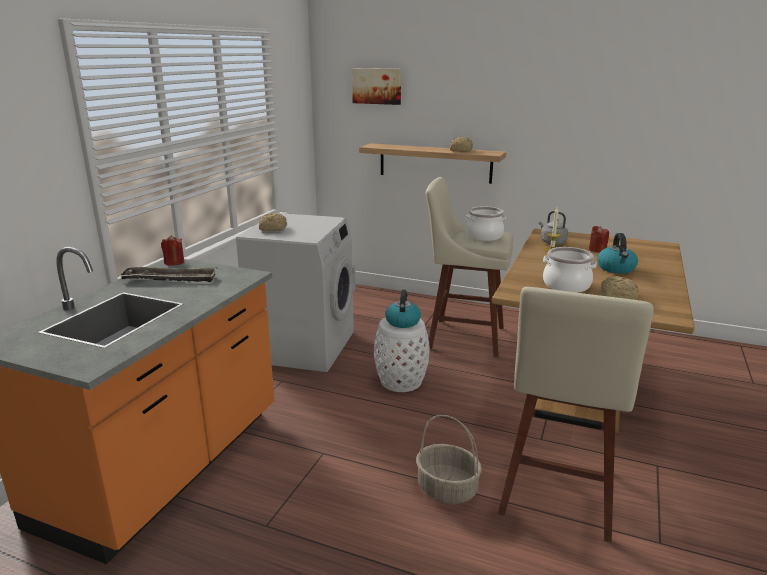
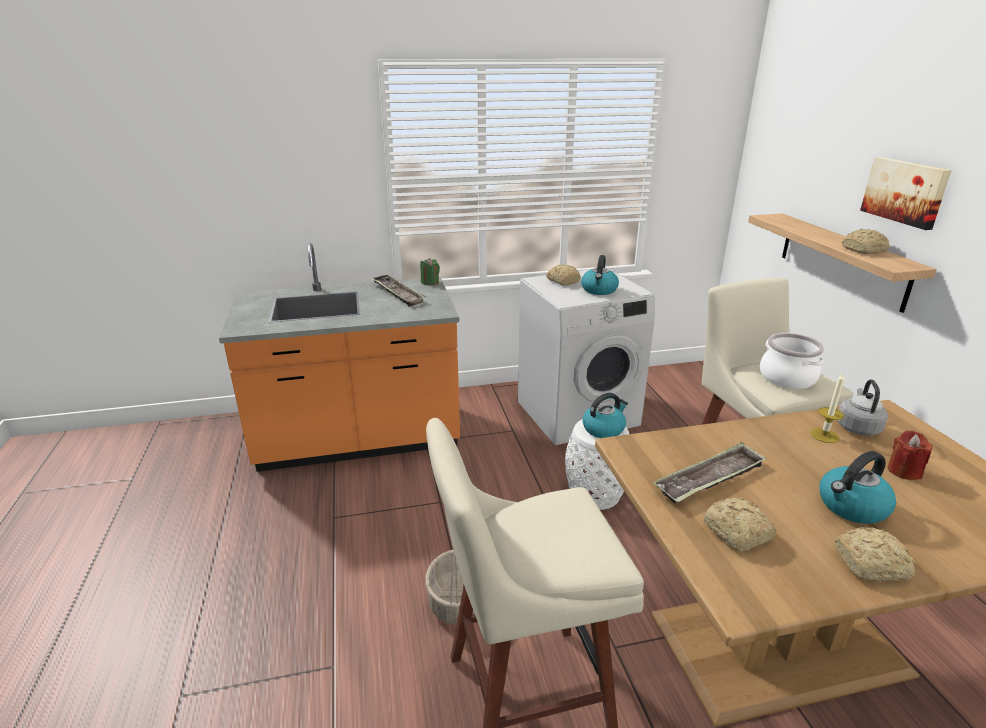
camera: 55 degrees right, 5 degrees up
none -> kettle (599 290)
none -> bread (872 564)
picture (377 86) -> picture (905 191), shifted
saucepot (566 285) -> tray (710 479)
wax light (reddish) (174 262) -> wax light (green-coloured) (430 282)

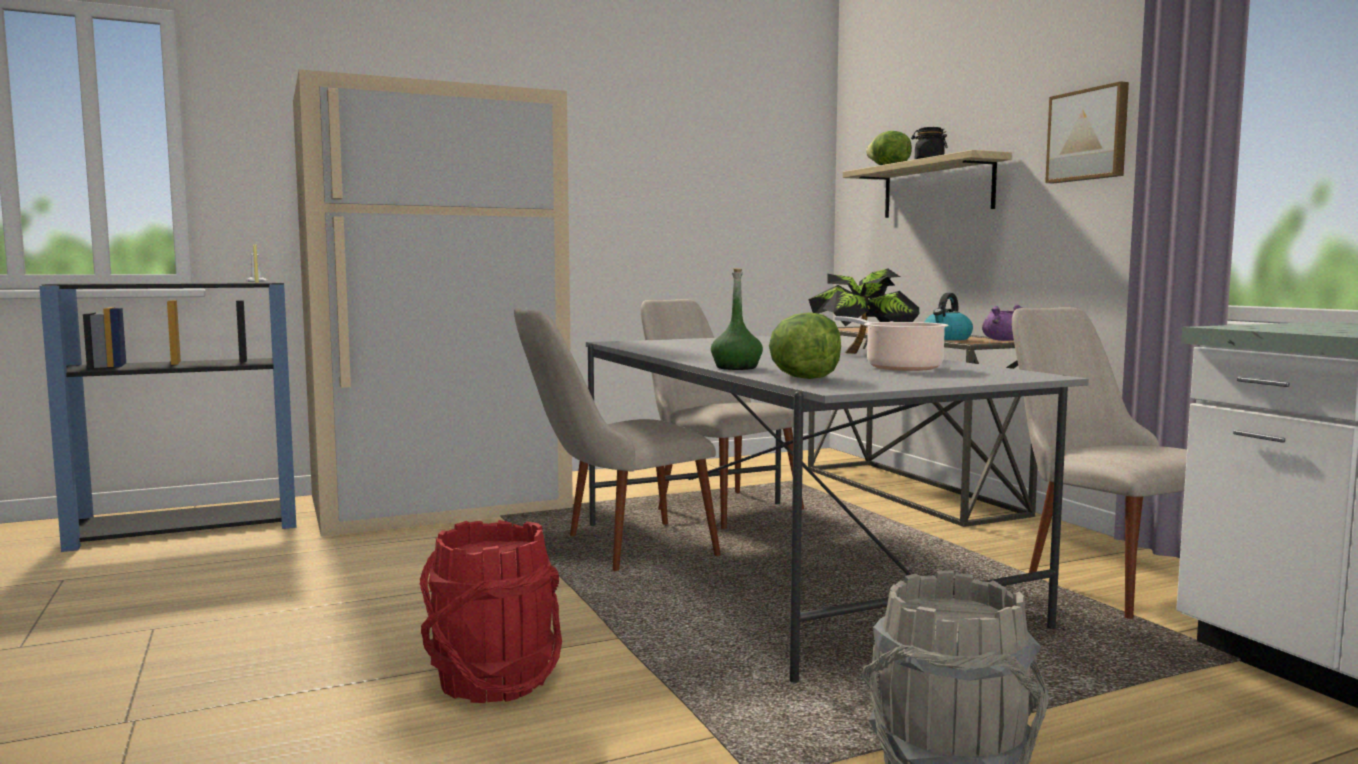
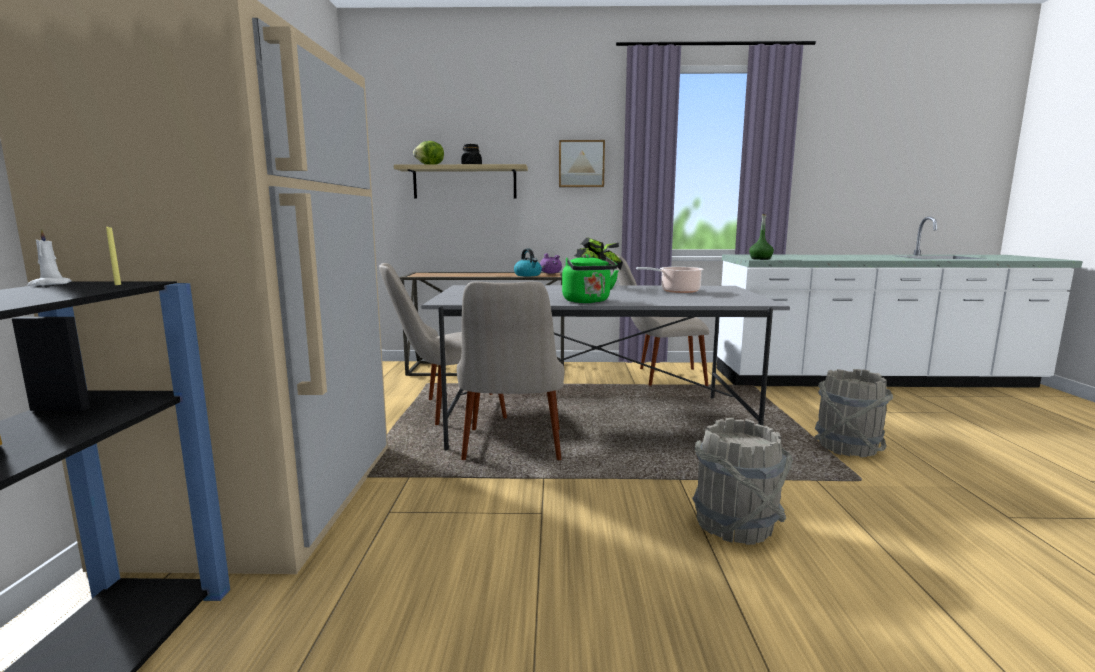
camera: 65 degrees left, 5 degrees up
lettuce (804 378) -> none
none -> kettle (green-coloured) (588 301)
bottle (green-coloured) (736 368) -> bottle (green-coloured) (760 259), shifted
pail (reddish) (493 680) -> pail (greyish) (735 526)

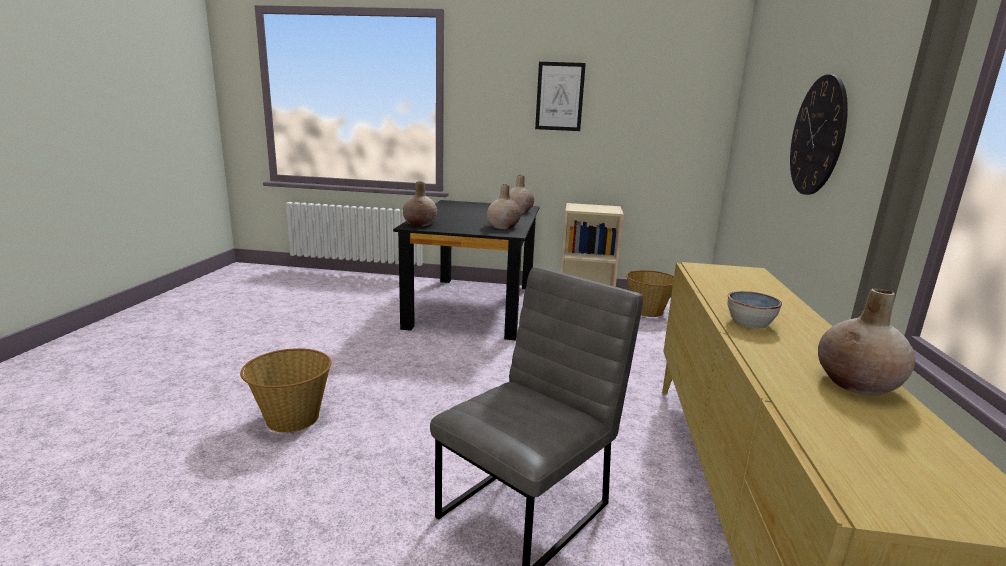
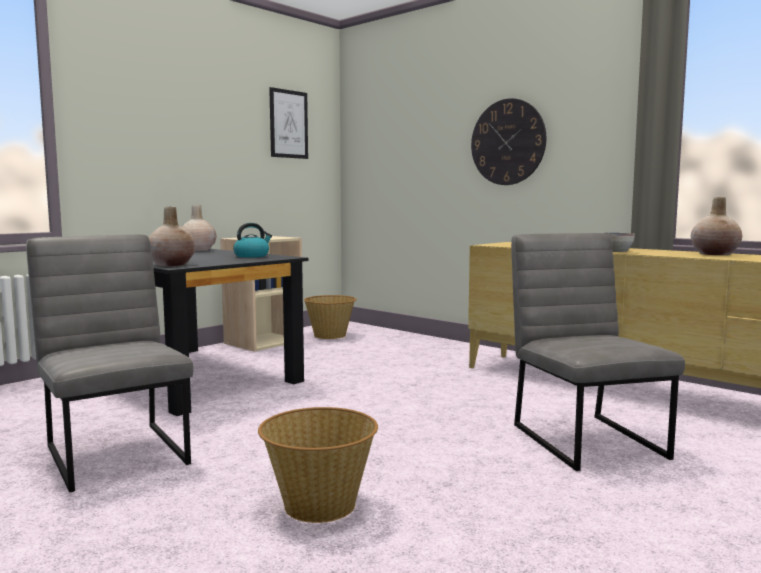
camera: 55 degrees left, 10 degrees down
none -> chair (greyish) (117 453)
picture (559 96) -> picture (288 124), shifted
vase (sand-coloured) (503 227) -> kettle (252 256)

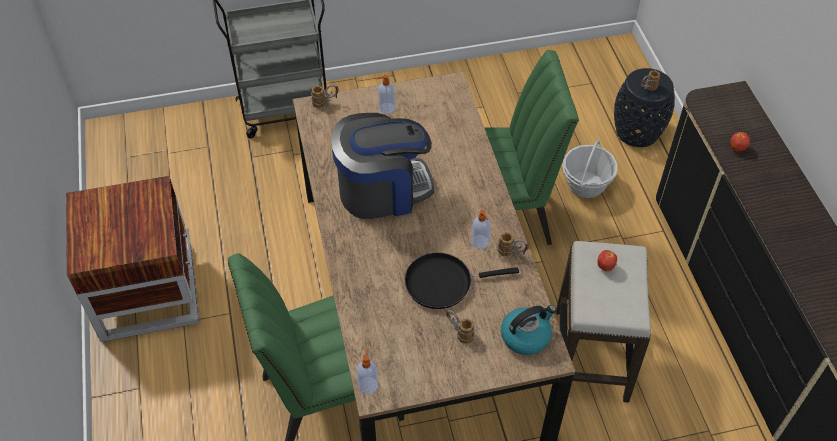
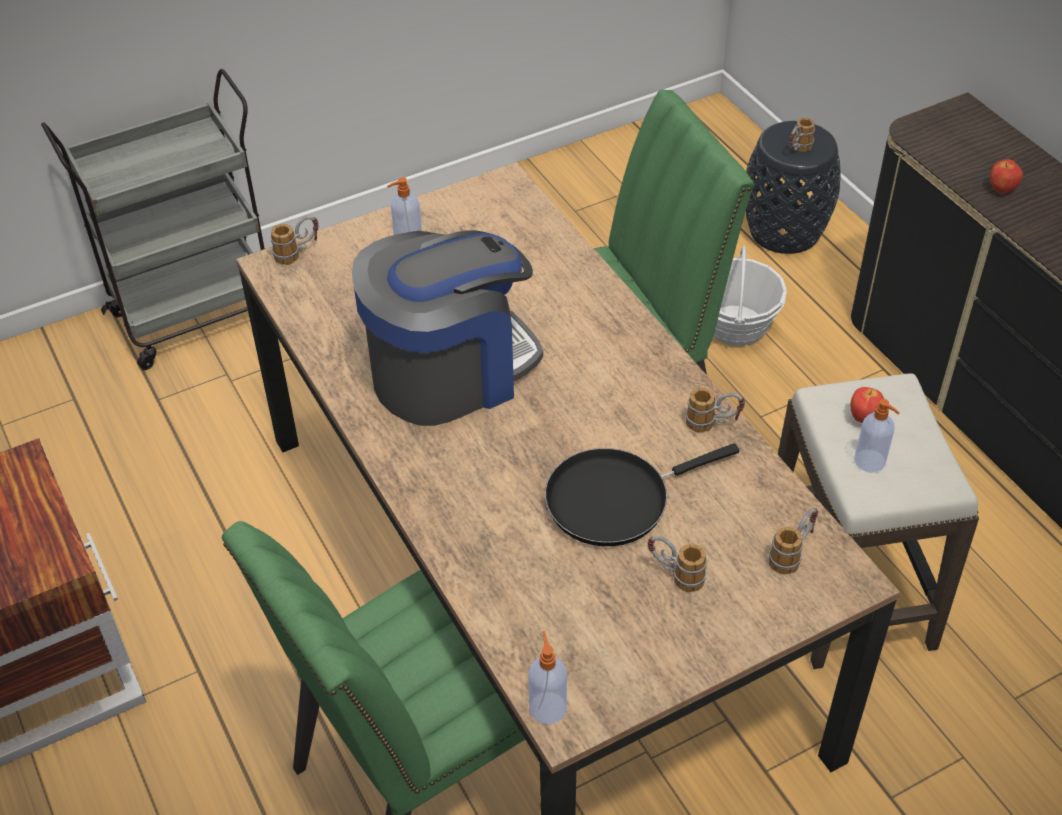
camera: 15 degrees left, 5 degrees down
soap bottle (480 242) -> soap bottle (870 462), shifted
kettle (526 336) -> coffee mug (792 554)

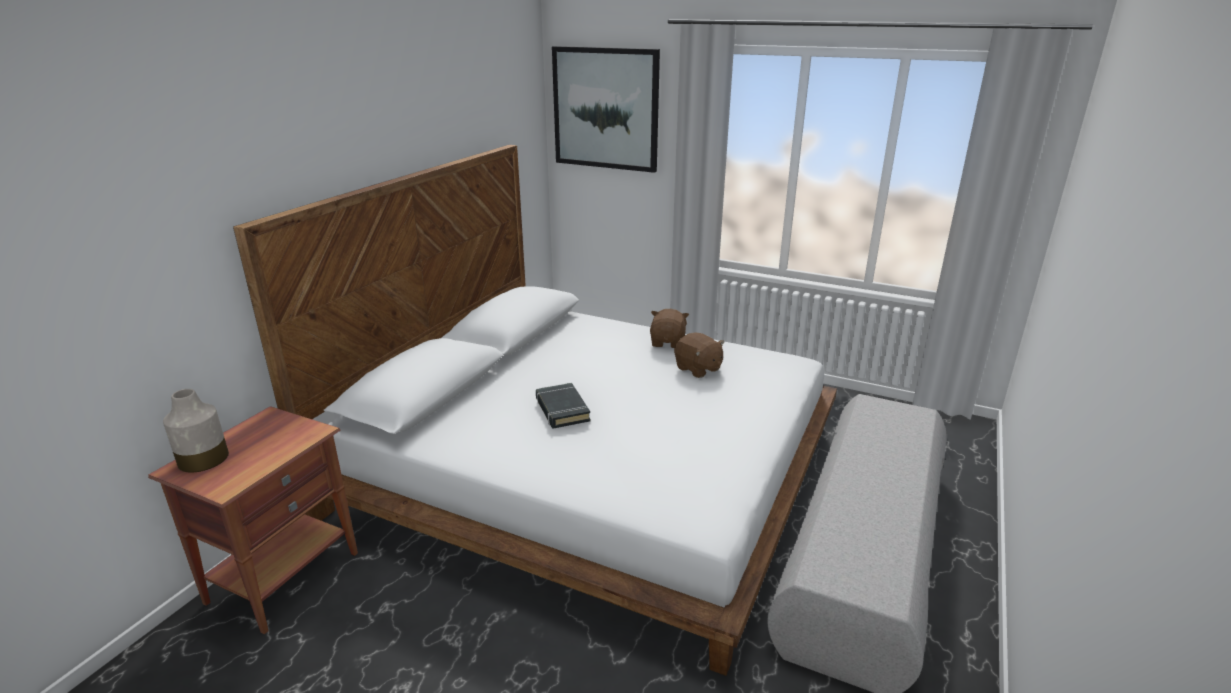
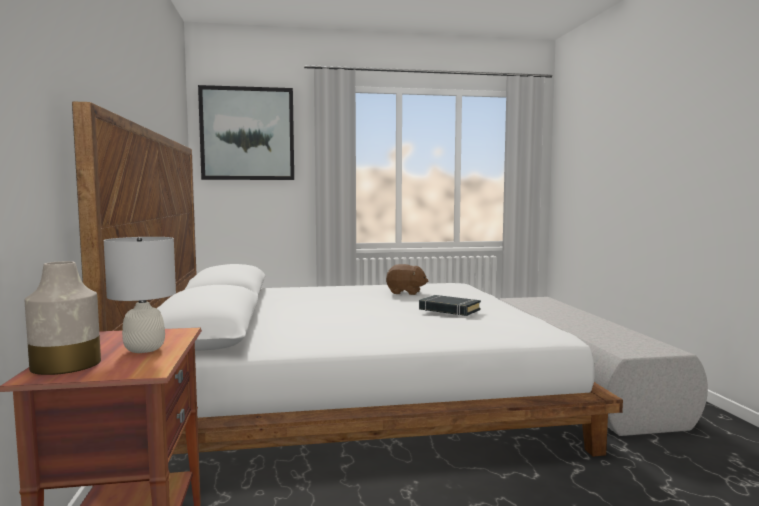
camera: 35 degrees left, 20 degrees down
soft toy (brownish) (668 342) -> none
none -> lamp for a table (greyish) (145 350)
bound book (blackish) (562 410) -> bound book (blackish) (449 310), shifted

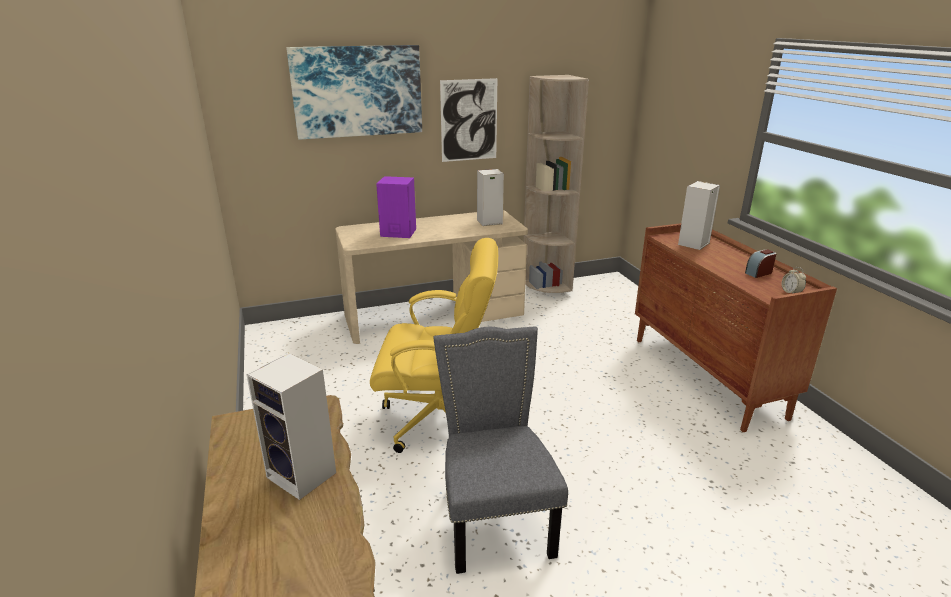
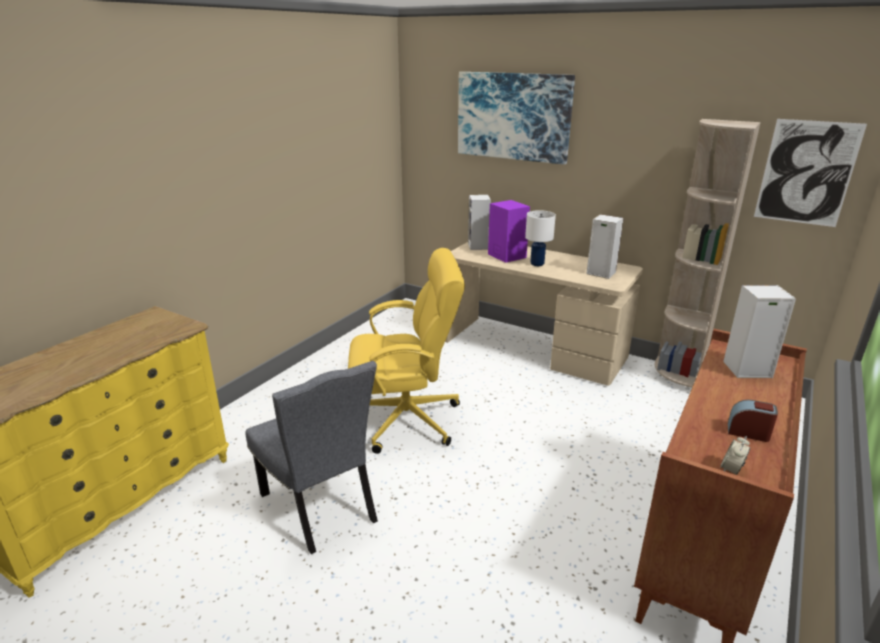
camera: 50 degrees right, 0 degrees up
none -> lamp for a table (white-coloured) (536 264)
loudspeaker (304 475) -> loudspeaker (479 246), shifted
picture (469 120) -> picture (806 173), shifted
computer chair (yellow) (439 418) -> computer chair (yellow) (405 420), 60 degrees counterclockwise
chair (greyish) (495 521) -> chair (greyish) (320 504), 105 degrees clockwise

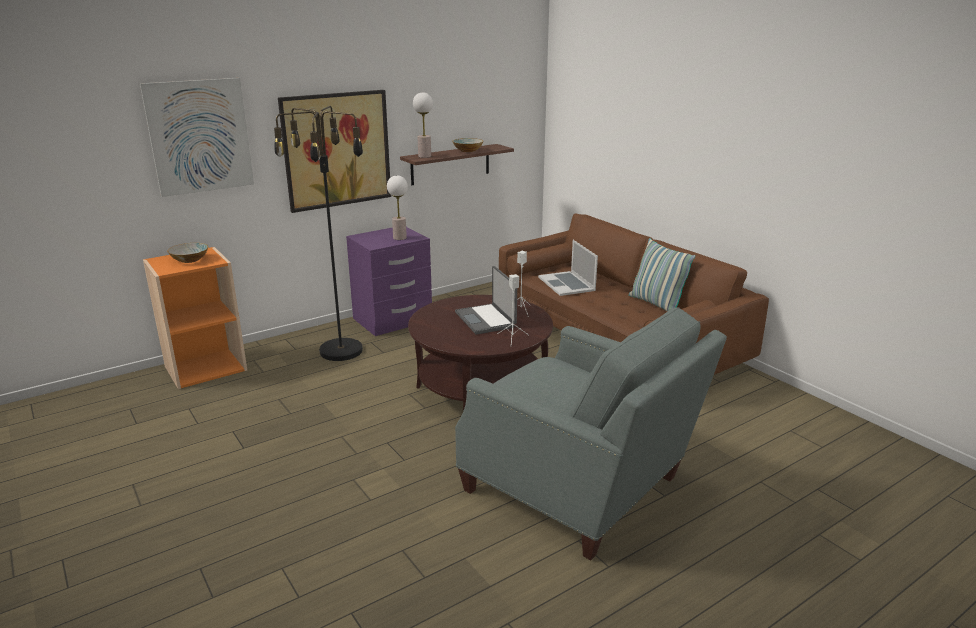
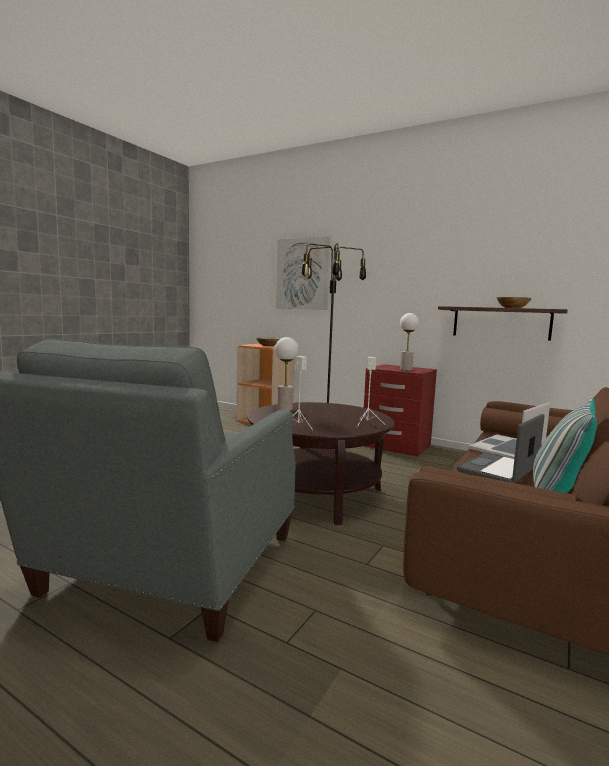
camera: 65 degrees right, 15 degrees down
picture (336 150) -> none
lamp for a table (424 156) -> lamp for a table (284 409), shifted
portable computer (486 320) -> portable computer (499 470), shifted
bedside table (purplish) (393 320) -> bedside table (reddish) (396 446)

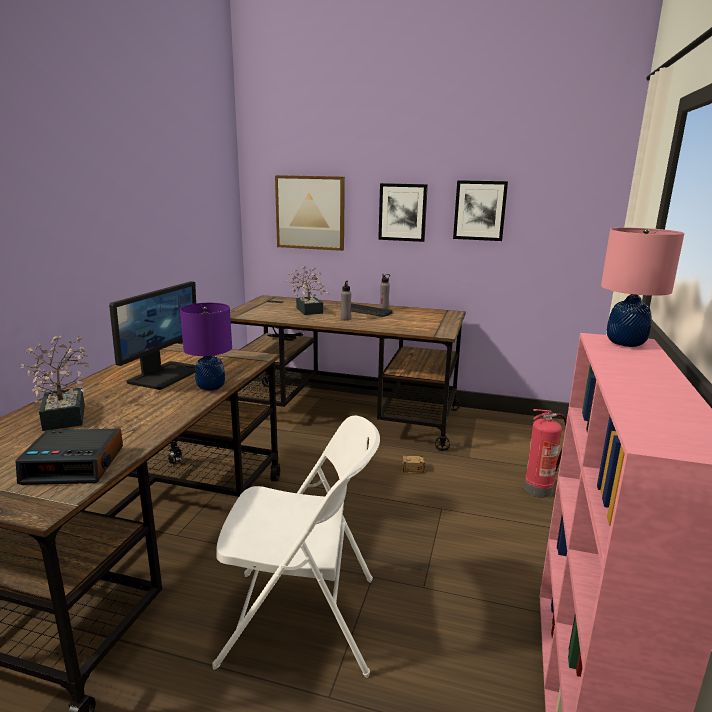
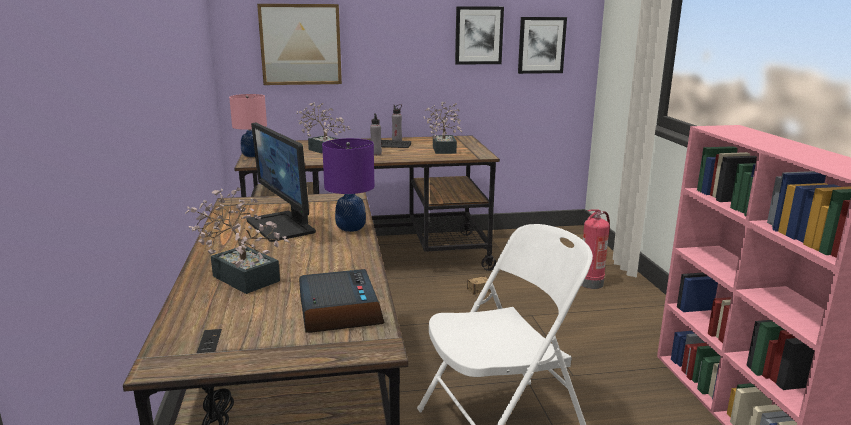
camera: 25 degrees left, 0 degrees up
none -> potted plant (444 149)
picture (402 212) -> picture (541 45), shifted
lamp for a table (pinkish) (625 344) -> lamp for a table (pinkish) (251 156), shifted
bedside clock (75 465) -> bedside clock (338 311), 75 degrees counterclockwise
monitor (164 375) -> monitor (282 226), 150 degrees clockwise

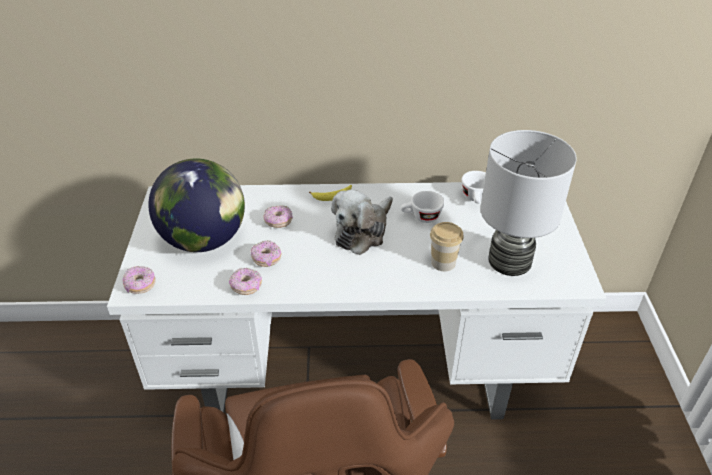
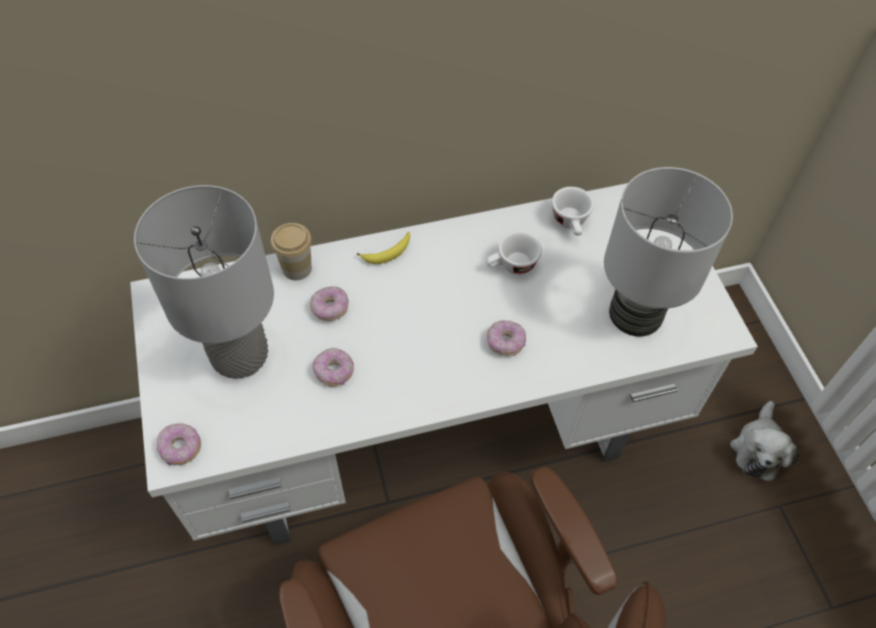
camera: 15 degrees left, 15 degrees up
donut (246 286) -> donut (505 343), shifted
soft toy (363 231) -> soft toy (758 448), shifted
small cup (443 263) -> small cup (297 268), shifted
world globe (205 240) -> lamp for a table (greyish) (242 358)

